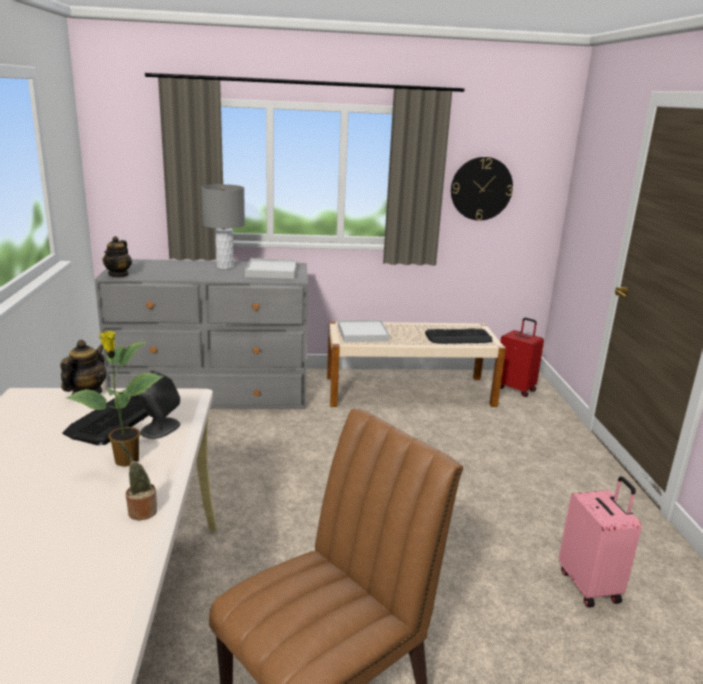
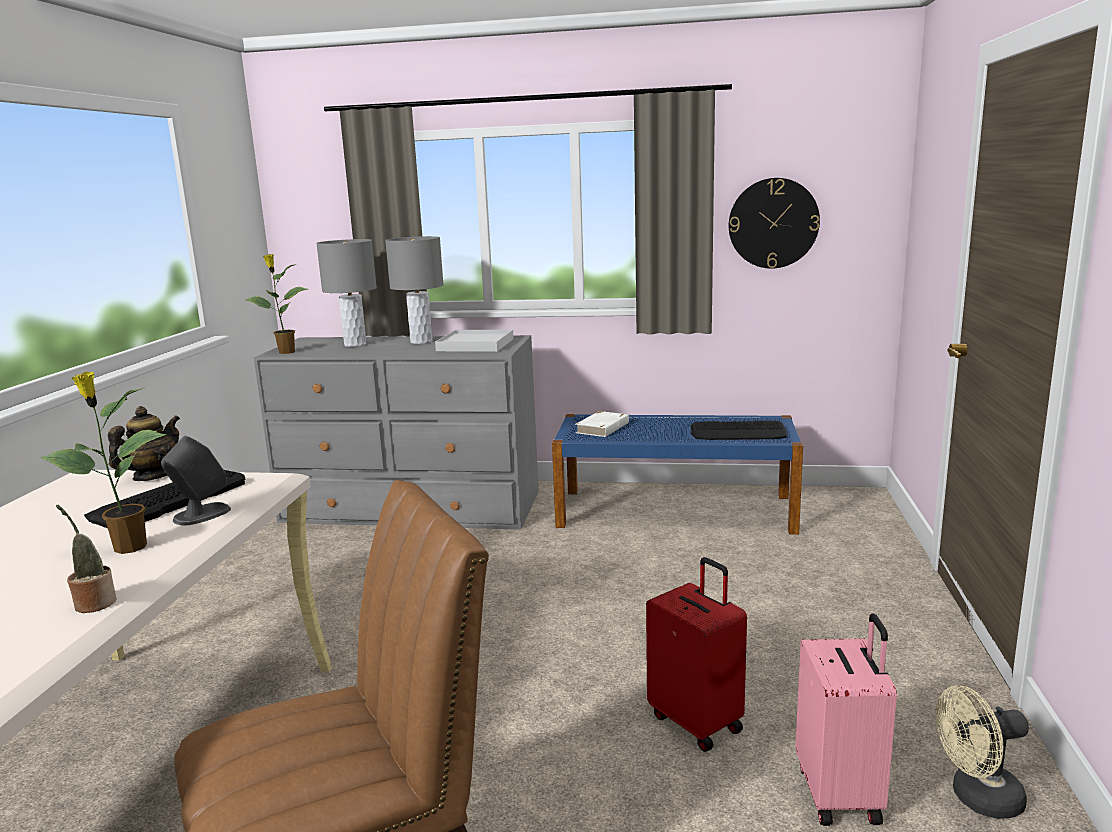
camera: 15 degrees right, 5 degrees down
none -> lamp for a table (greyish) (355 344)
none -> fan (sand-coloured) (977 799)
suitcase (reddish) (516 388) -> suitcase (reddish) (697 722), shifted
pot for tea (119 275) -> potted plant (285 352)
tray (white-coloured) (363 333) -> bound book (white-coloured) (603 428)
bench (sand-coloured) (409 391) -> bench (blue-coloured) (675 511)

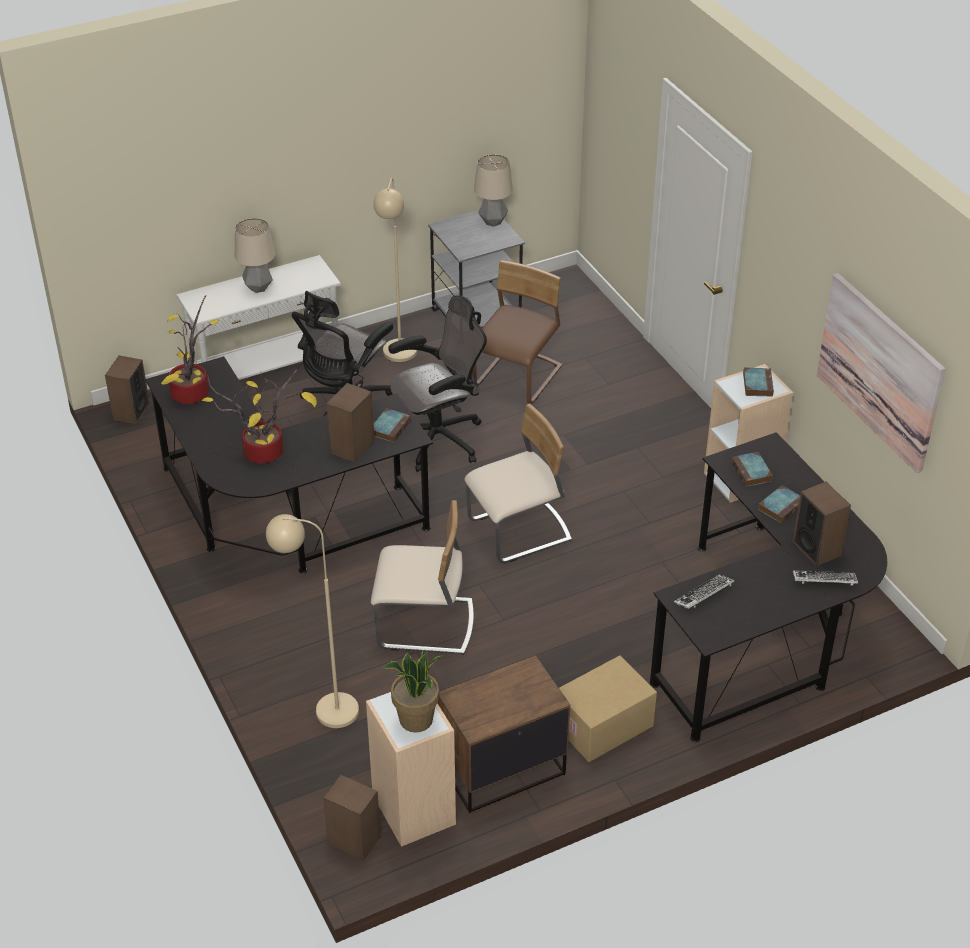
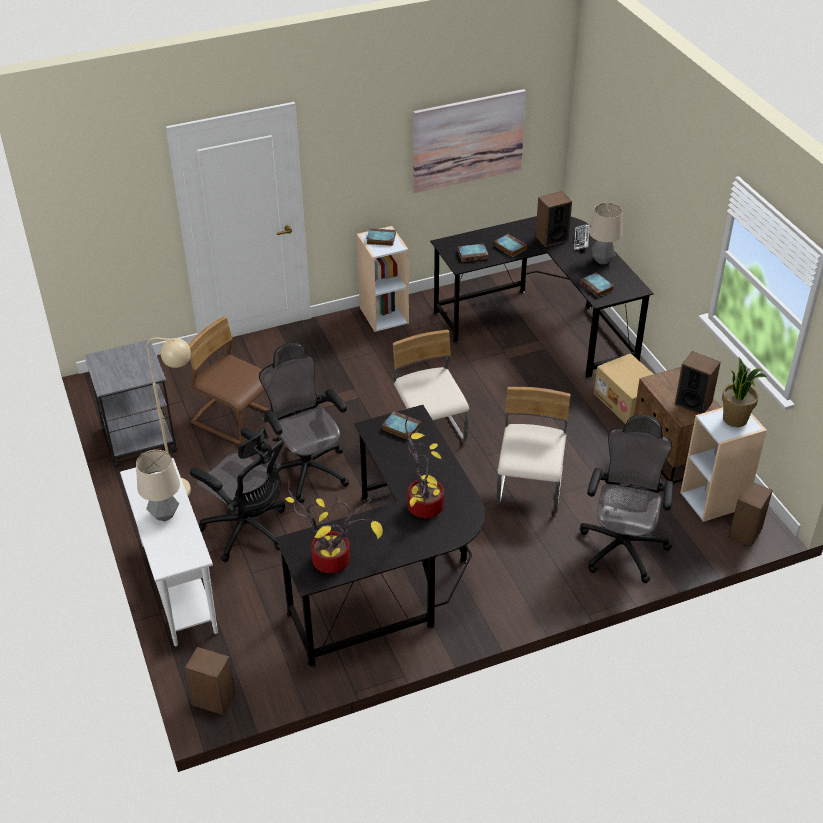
camera: 85 degrees left, 0 degrees up
loudspeaker (353 447) -> loudspeaker (693 403), shifted
lamp for a table (492 222) -> lamp for a table (602 260), shifted
standard lamp (sand-coloured) (324 710) -> computer chair (622 548)
PC keyboard (704 595) -> bound book (597 287)

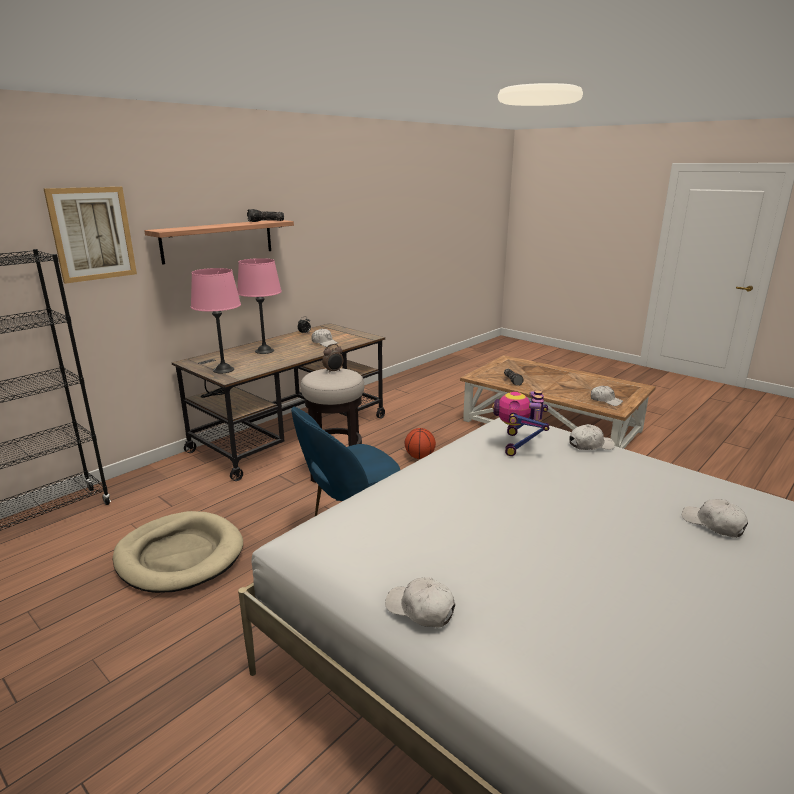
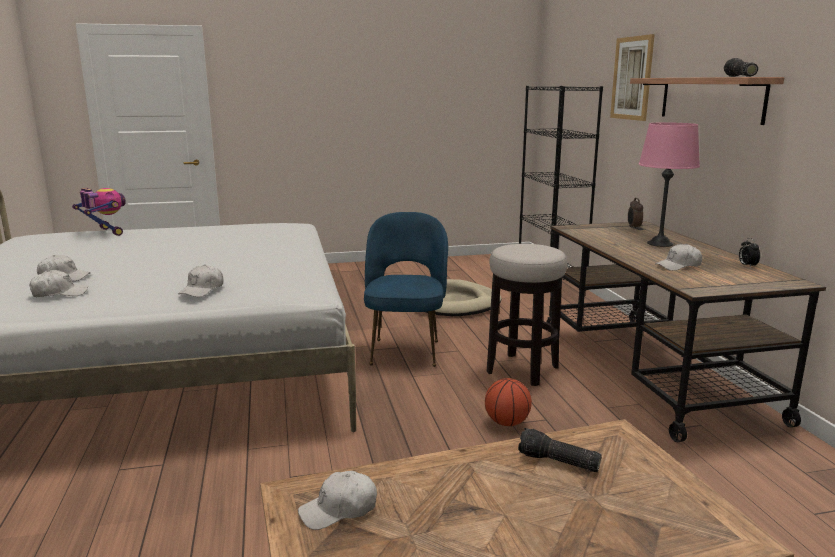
camera: 125 degrees right, 5 degrees down
lamp for a table (pinkish) (223 370) -> none
bedside clock (333 371) -> bedside clock (633 228), shifted
cap (white-coloured) (420 609) -> cap (white-coloured) (59 293), shifted
robot figure (519 445) -> robot figure (104 233), shifted

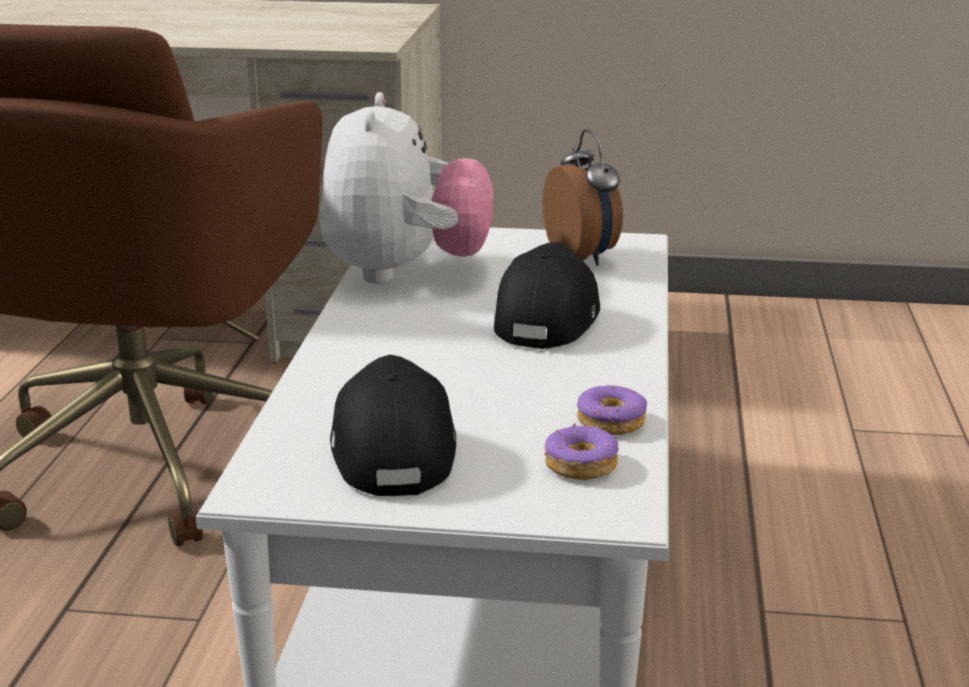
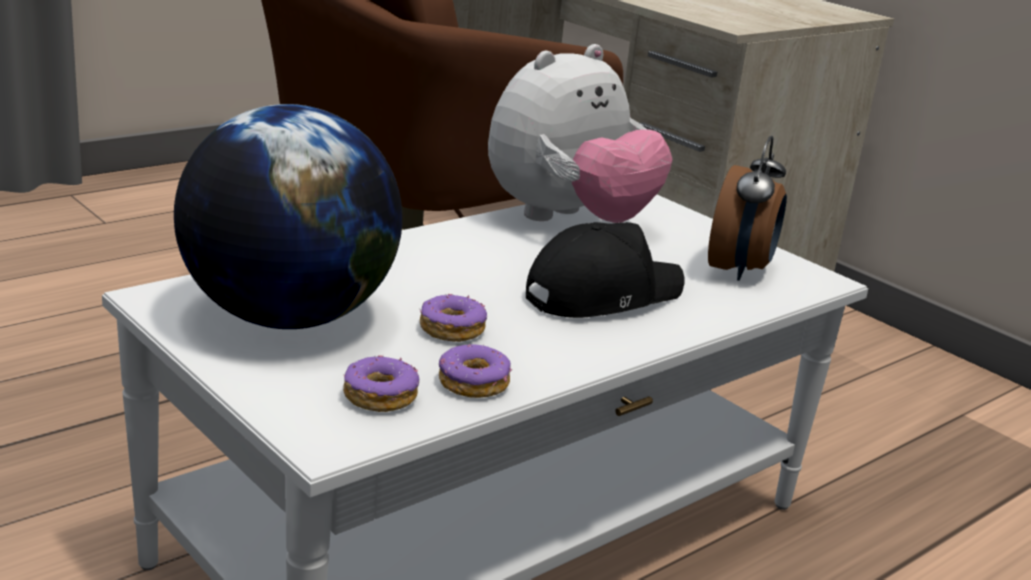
camera: 40 degrees right, 0 degrees up
none -> donut (451 329)
cap (blackish) (391 448) -> world globe (288 318)

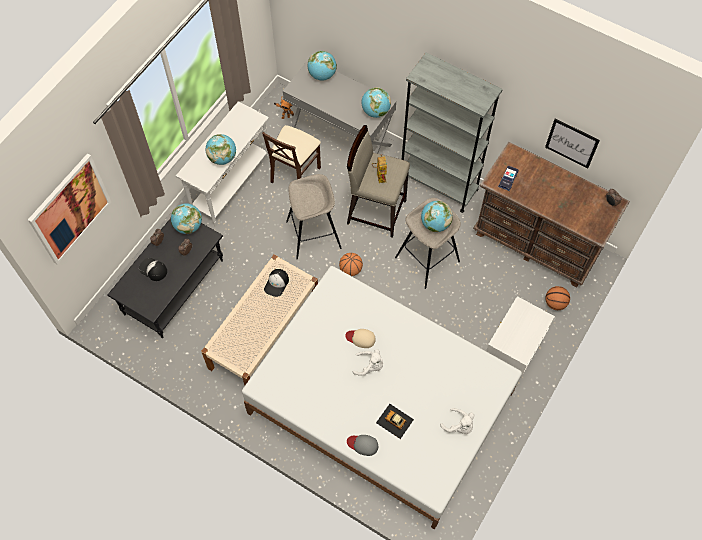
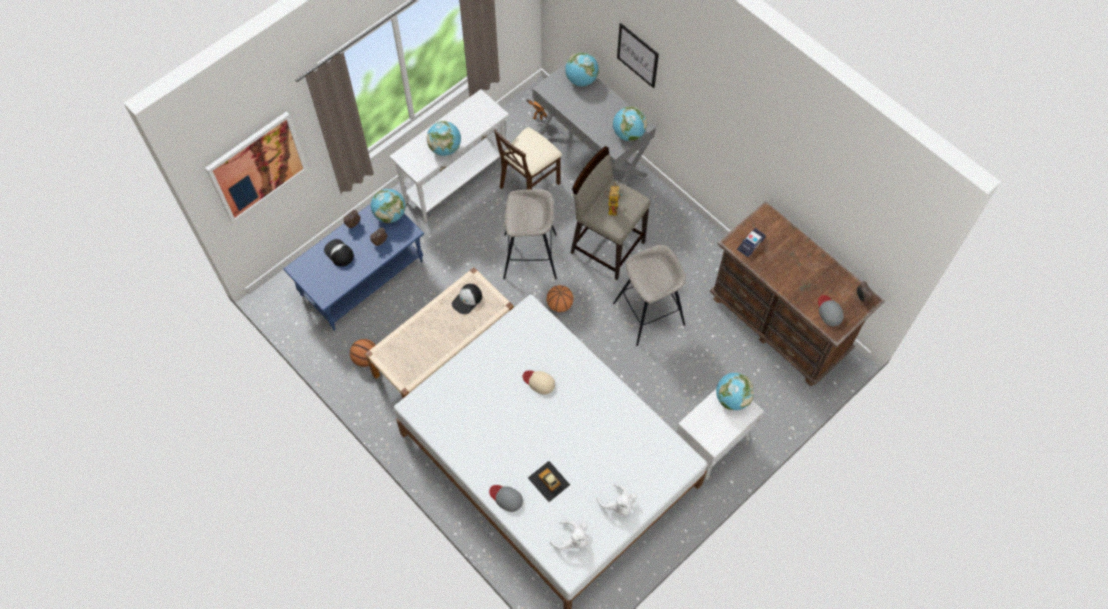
camera: 15 degrees right, 0 degrees up
bookcase (greyish) (438 184) -> none
none -> cap (greyish) (829 311)
soft toy (white-coloured) (370 366) -> soft toy (white-coloured) (572 539), shifted
world globe (435 224) -> world globe (732 398), shifted
picture (572 143) -> picture (637 55), shifted
ball for basketball (555 303) -> ball for basketball (365 358), shifted
lounge table (blackish) (174 288) -> lounge table (blue-coloured) (362 279)

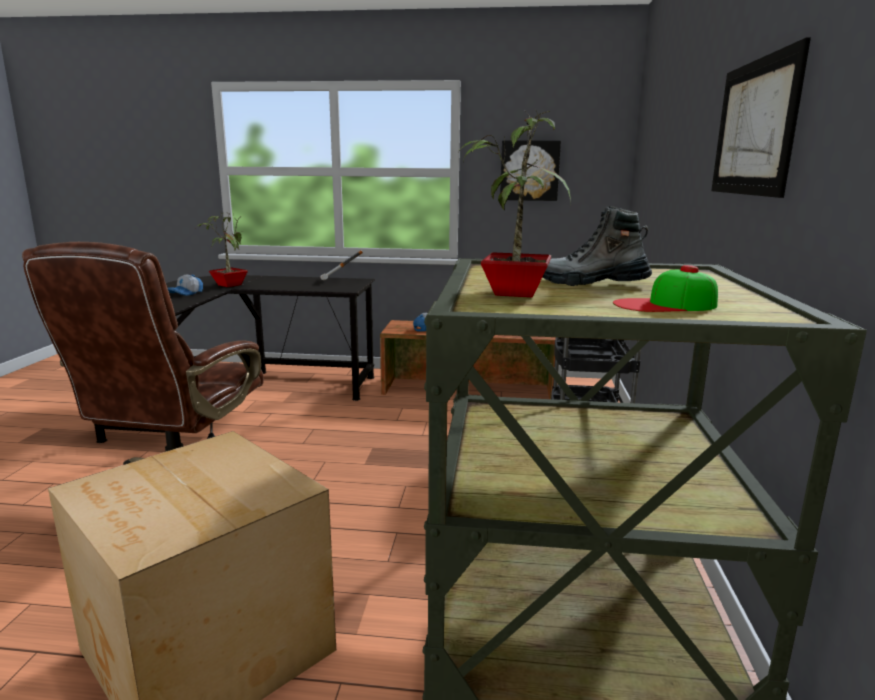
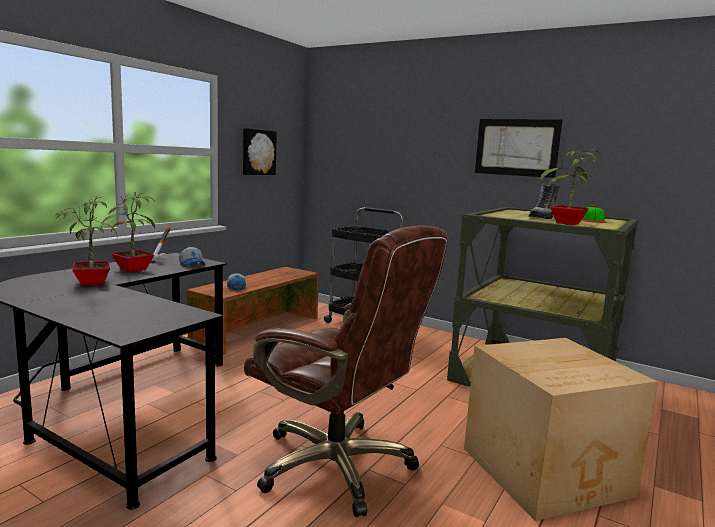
camera: 65 degrees left, 5 degrees down
none -> potted plant (131 270)
cap (186 293) -> cap (192 264), shifted

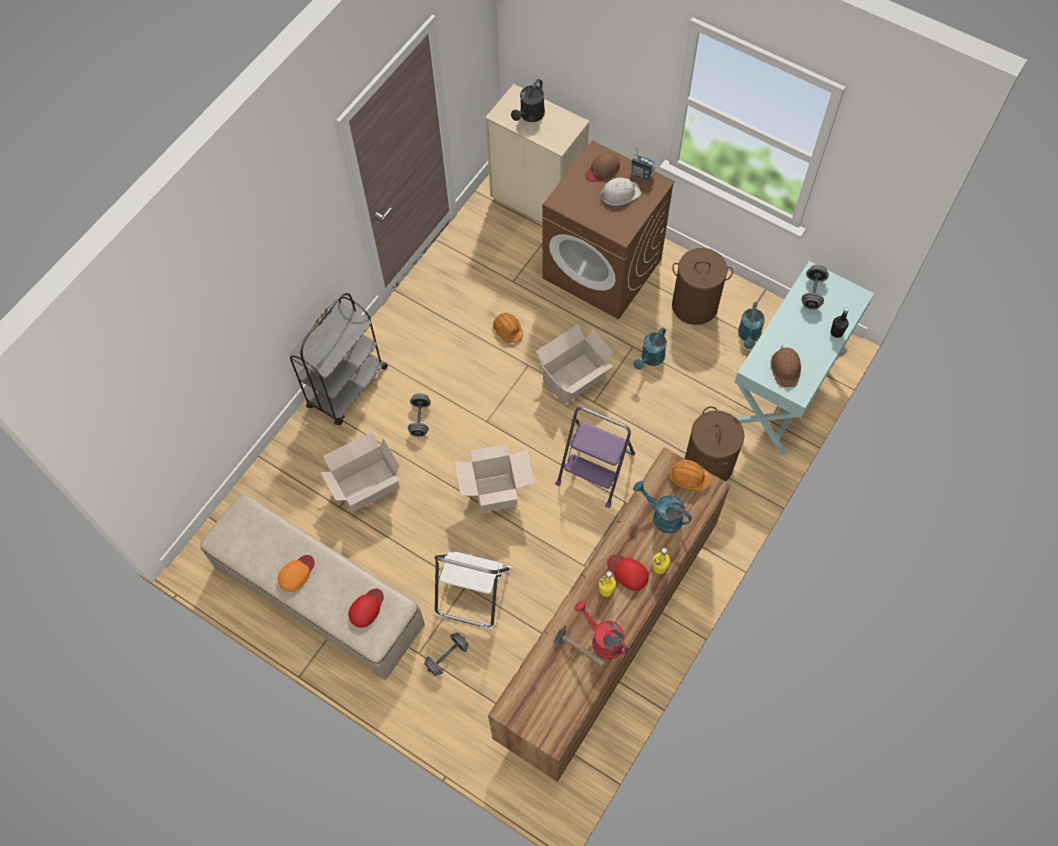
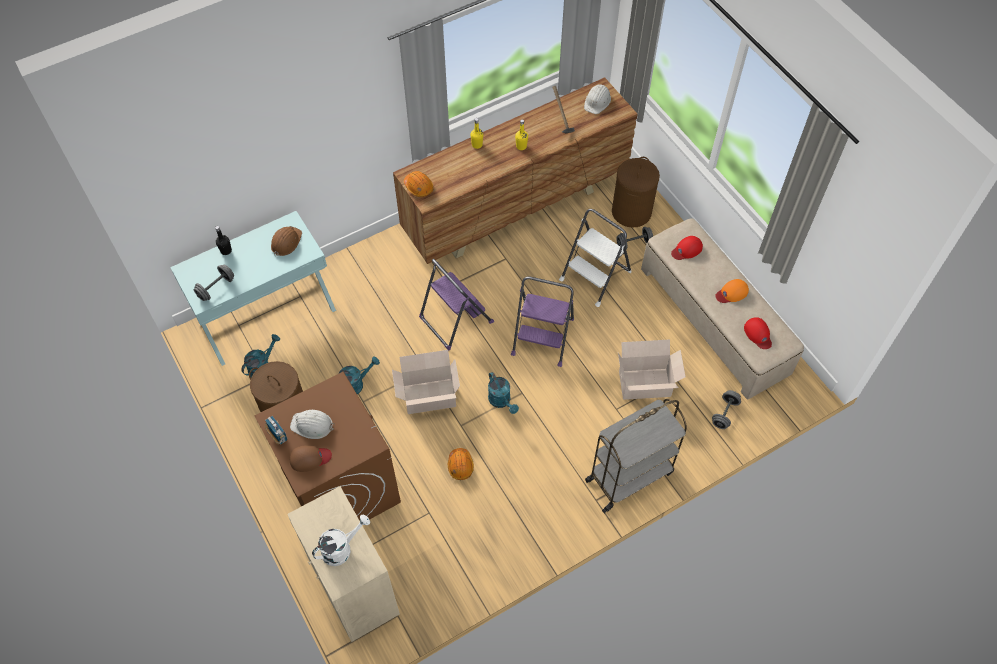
camera: 155 degrees left, 5 degrees down
watering pot (reddish) (602 639) -> none
none -> hard hat (white-coloured) (597 101)
free weight (greyish) (420 419) -> free weight (greyish) (724 414), shifted
cap (reddish) (627 572) -> cap (reddish) (758 334), shifted
watering pot (blue-green) (662 516) -> watering pot (blue-green) (501 401), shifted
washing basket (brownish) (708 464) -> washing basket (brownish) (631 212), shifted
cardboard box (495 493) -> step stool (purplish) (544 334)
watering pot (blackish) (530 116) -> watering pot (white-coloured) (341 548)

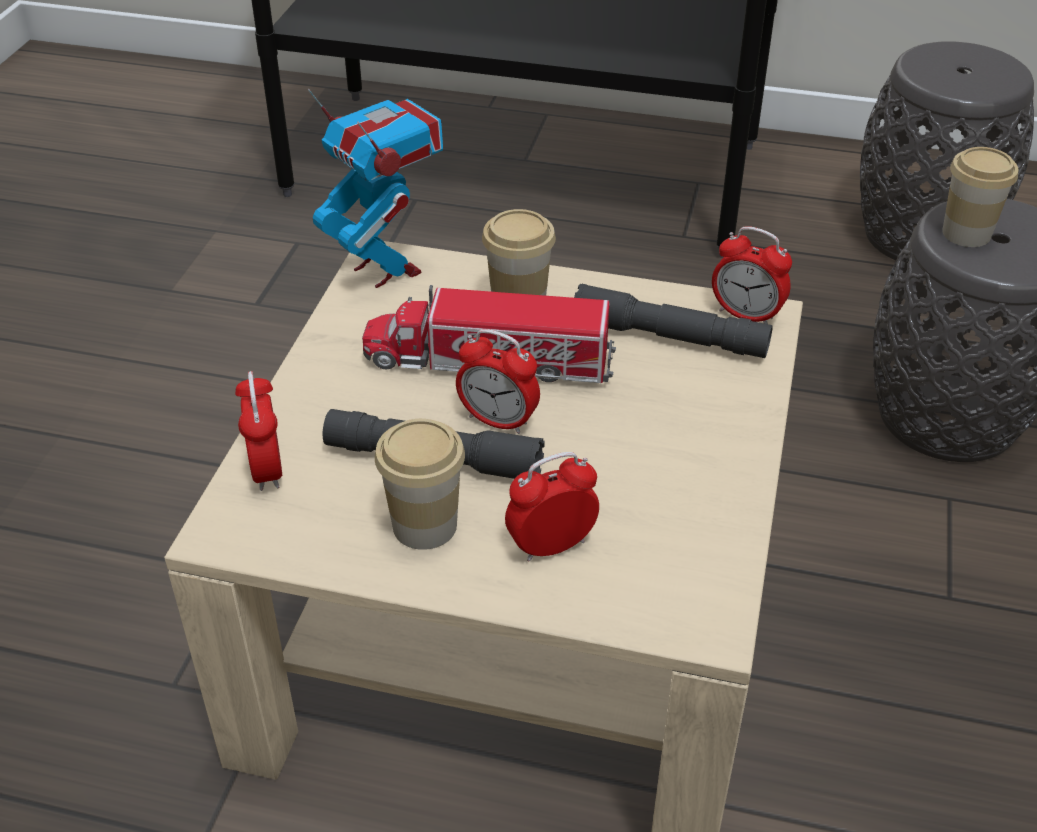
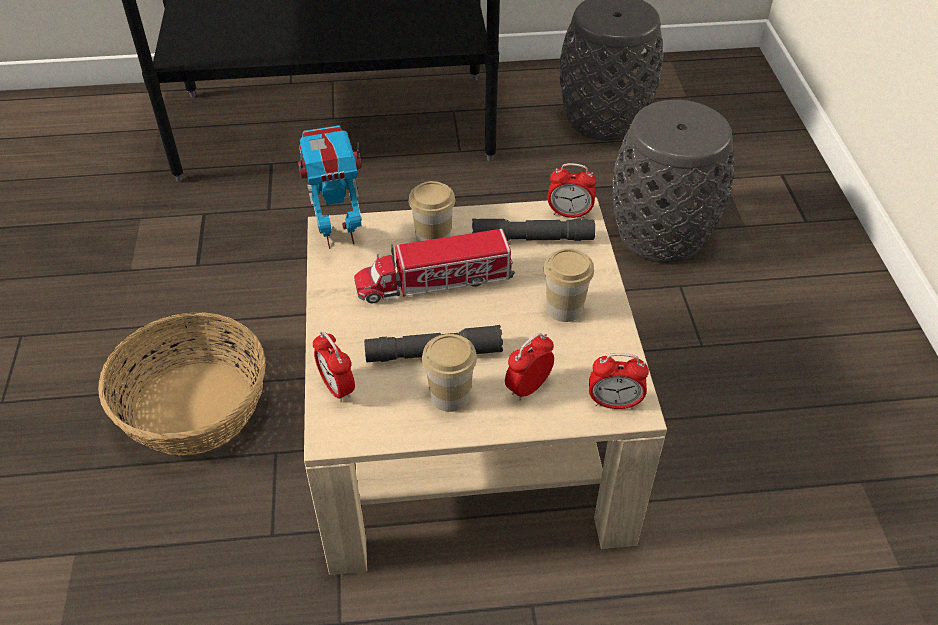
camera: 20 degrees left, 5 degrees up
none -> basket (195 406)
bedside clock (498 421) -> bedside clock (614 403), shifted
small cup (966 233) -> small cup (564 308), shifted
robot figure (386 269) -> robot figure (338 235), 45 degrees counterclockwise

